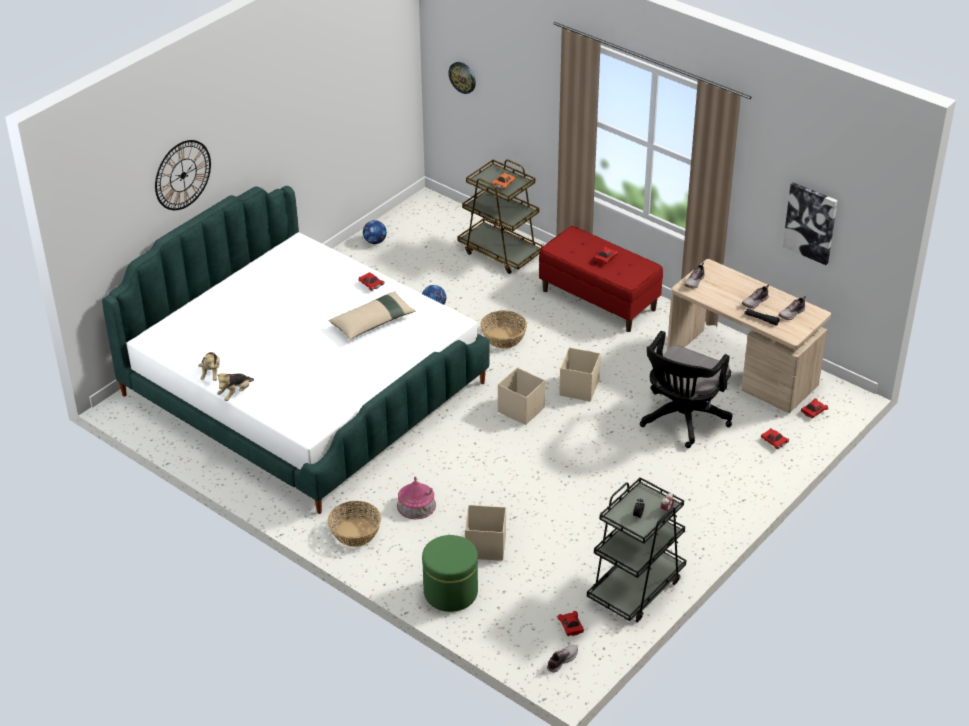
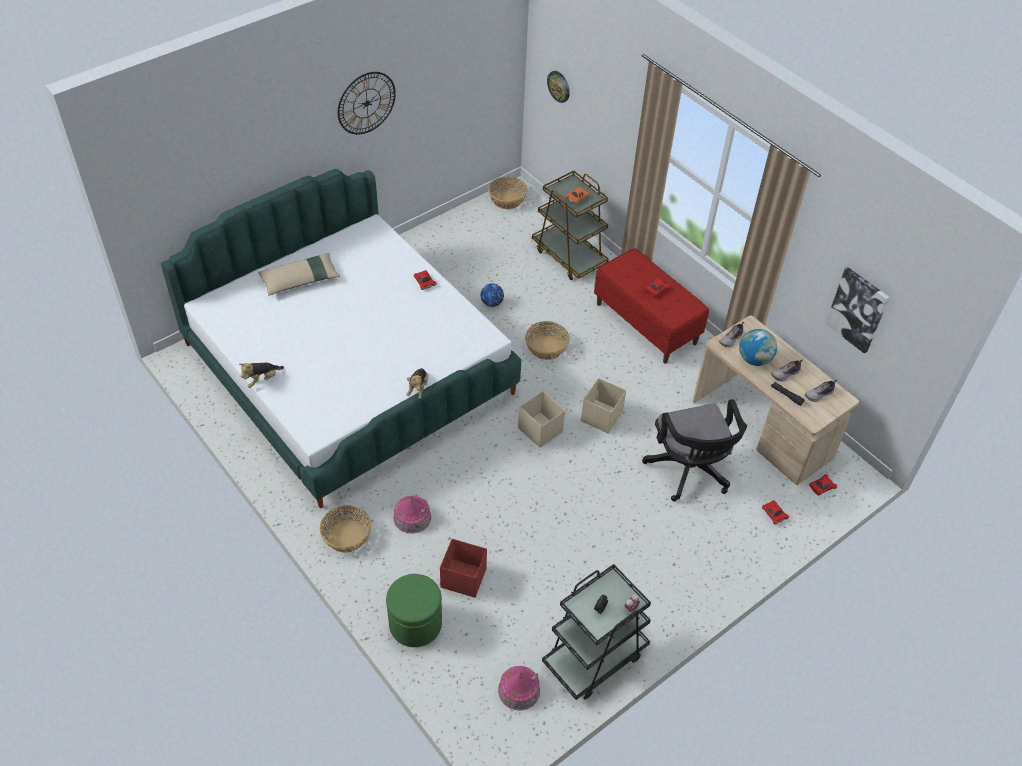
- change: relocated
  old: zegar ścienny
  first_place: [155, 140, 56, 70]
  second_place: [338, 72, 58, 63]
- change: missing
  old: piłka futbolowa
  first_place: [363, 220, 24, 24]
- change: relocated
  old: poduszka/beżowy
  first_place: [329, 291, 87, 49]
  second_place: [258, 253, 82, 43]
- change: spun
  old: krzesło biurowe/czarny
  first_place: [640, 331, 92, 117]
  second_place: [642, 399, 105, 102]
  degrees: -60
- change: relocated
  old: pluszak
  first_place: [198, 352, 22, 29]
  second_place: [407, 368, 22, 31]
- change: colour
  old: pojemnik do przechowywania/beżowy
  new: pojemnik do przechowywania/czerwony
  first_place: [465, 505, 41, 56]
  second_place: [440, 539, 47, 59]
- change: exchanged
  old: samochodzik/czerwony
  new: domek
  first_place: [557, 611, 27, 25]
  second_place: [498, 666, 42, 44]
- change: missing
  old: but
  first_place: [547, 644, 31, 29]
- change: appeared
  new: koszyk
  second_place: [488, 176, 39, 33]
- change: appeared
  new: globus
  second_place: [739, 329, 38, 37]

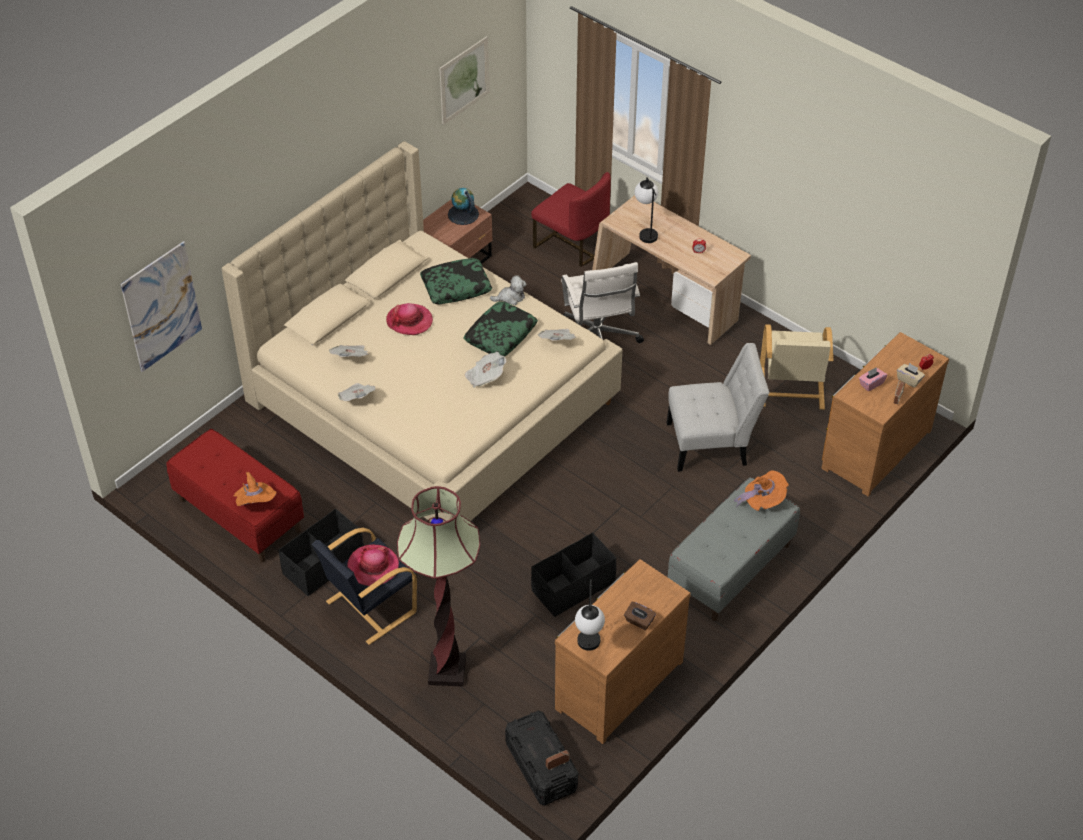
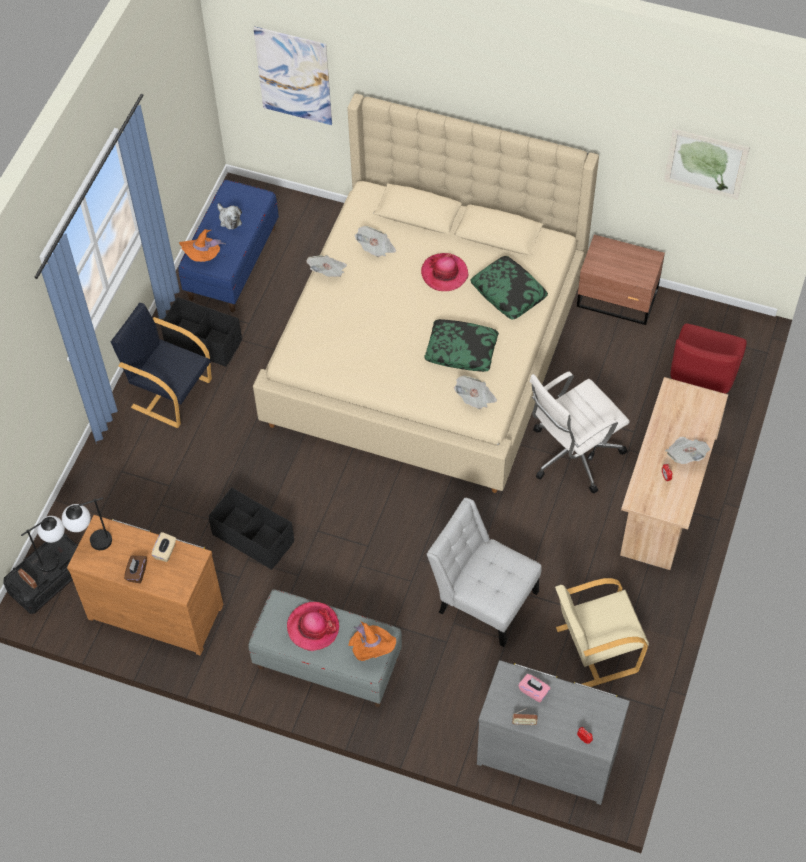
- change: relocated
  old: lampa stołowa
  first_place: [635, 177, 23, 66]
  second_place: [21, 516, 44, 56]
- change: missing
  old: globus
  first_place: [448, 188, 31, 37]
- change: relocated
  old: pluszak
  first_place: [490, 275, 37, 30]
  second_place: [217, 203, 25, 27]
- change: colour
  old: komoda/brązowy
  new: komoda/szary
  first_place: [822, 332, 127, 164]
  second_place: [477, 660, 153, 145]
- change: spun
  old: krzesło/biały
  first_place: [667, 343, 102, 129]
  second_place: [427, 498, 115, 149]
  degrees: 150
- change: relocated
  old: gazeta
  first_place: [465, 352, 41, 36]
  second_place: [665, 437, 45, 27]
- change: relocated
  old: pudełko chusteczek/beżowy
  first_place: [897, 363, 28, 25]
  second_place: [151, 532, 26, 30]
- change: colour
  old: ławka/czerwony
  new: ławka/niebieski
  first_place: [167, 429, 137, 133]
  second_place: [178, 180, 101, 132]
- change: missing
  old: lampa stojąca
  first_place: [397, 486, 83, 200]
- change: relocated
  old: kapelusz
  first_place: [347, 544, 52, 42]
  second_place: [287, 602, 52, 49]

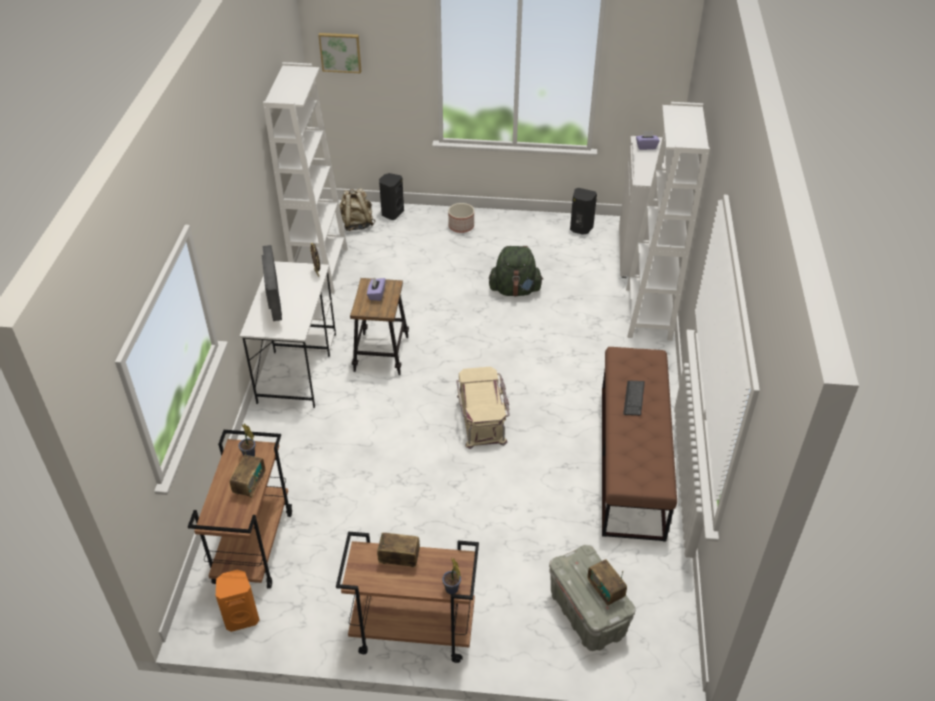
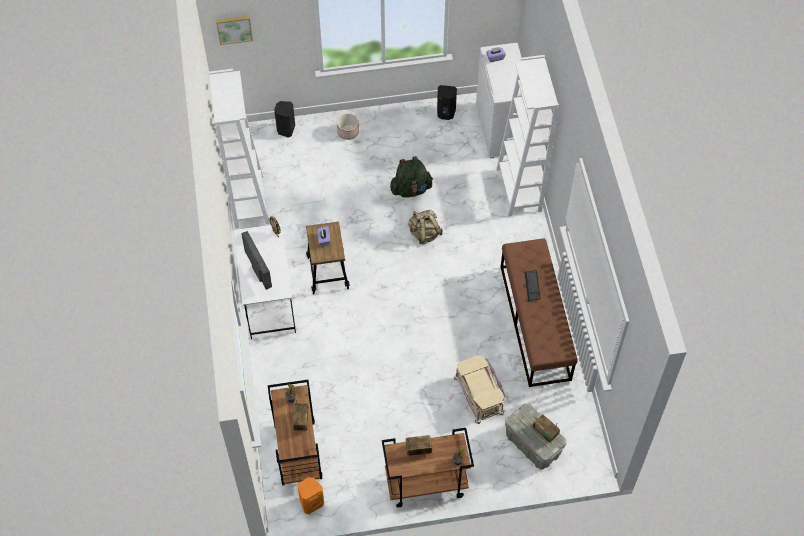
- change: relocated
  old: plecak/beżowy
  first_place: [339, 188, 36, 43]
  second_place: [408, 209, 35, 35]
- change: relocated
  old: pojemnik do przechowywania/beżowy
  first_place: [456, 367, 54, 82]
  second_place: [454, 355, 52, 69]

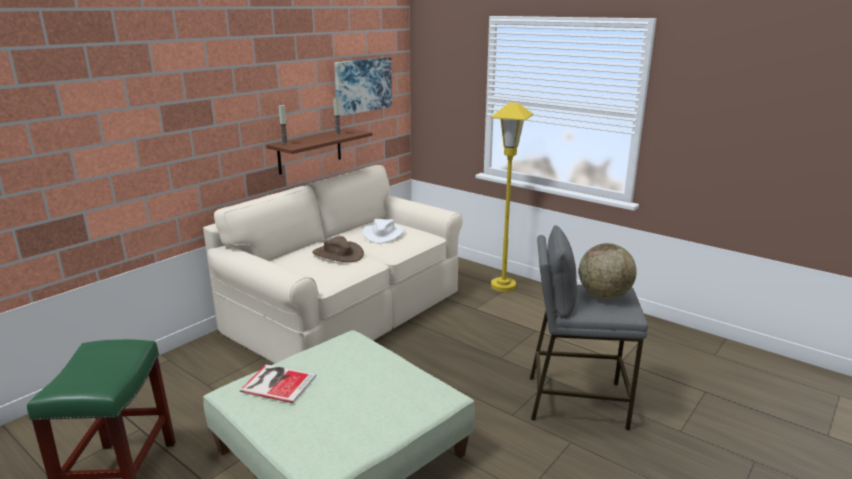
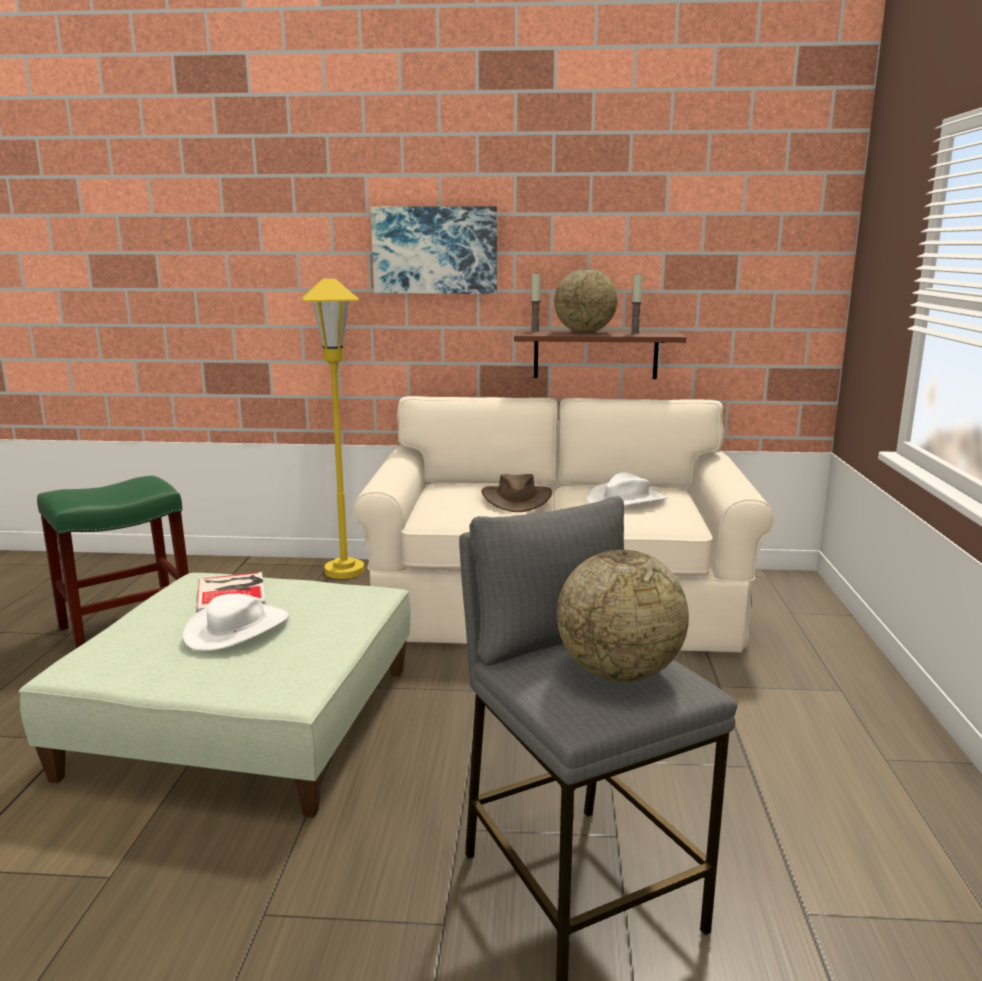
- change: relocated
  old: obraz
  first_place: [334, 57, 58, 59]
  second_place: [371, 206, 126, 88]
- change: relocated
  old: lampa stojąca/żółty
  first_place: [490, 102, 43, 190]
  second_place: [302, 279, 62, 300]
- change: appeared
  new: globus
  second_place: [554, 268, 64, 65]
- change: appeared
  new: kapelusz/biały
  second_place: [183, 594, 106, 57]

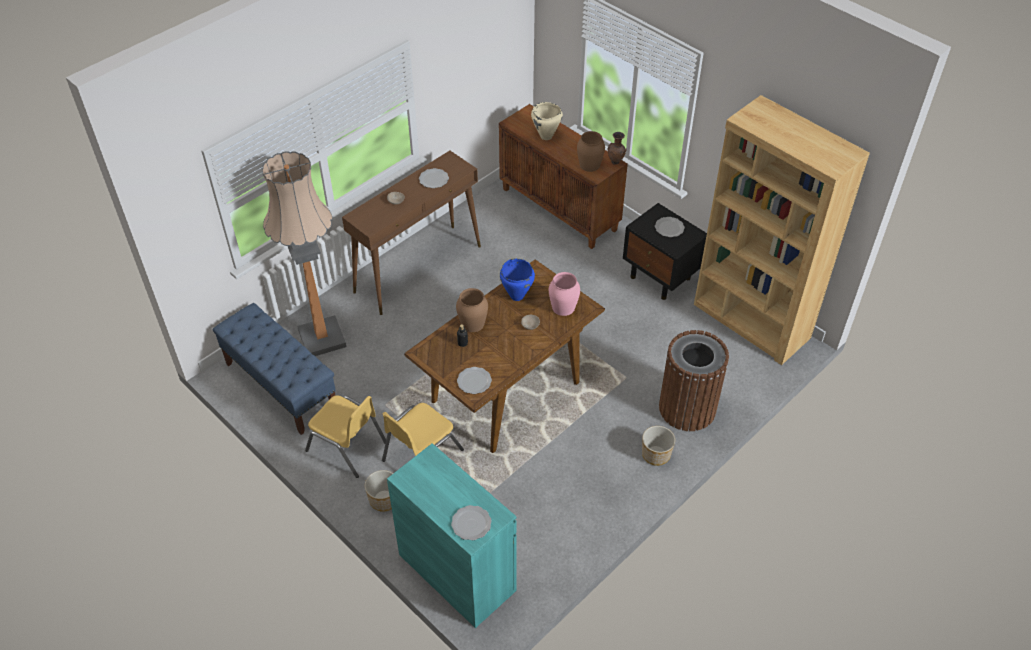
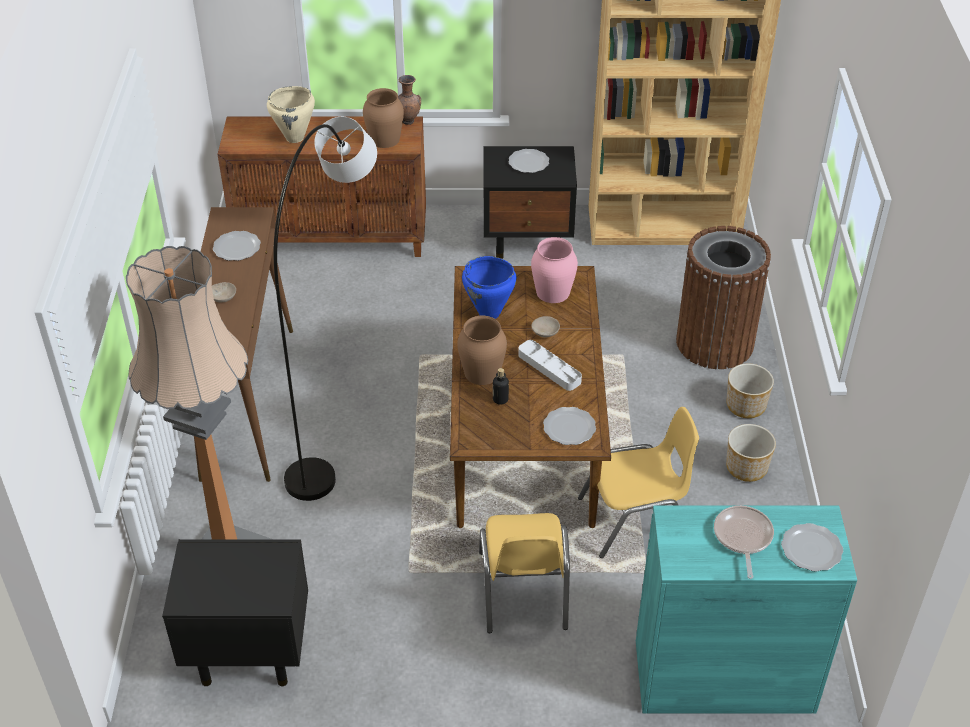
- change: exchanged
  old: ławka/niebieski
  new: szafka nocna/czarny
  first_place: [213, 303, 123, 132]
  second_place: [162, 539, 146, 147]
- change: relocated
  old: krzesło/żółty
  first_place: [305, 395, 81, 83]
  second_place: [578, 407, 121, 151]
- change: relocated
  old: donica
  first_place: [365, 470, 28, 42]
  second_place: [726, 424, 50, 58]
- change: appeared
  new: lampa stojąca/szary
  second_place: [274, 117, 103, 384]
- change: appeared
  new: taca/szary
  second_place: [518, 340, 64, 51]
- change: appeared
  new: patelnia
  second_place: [714, 506, 60, 73]

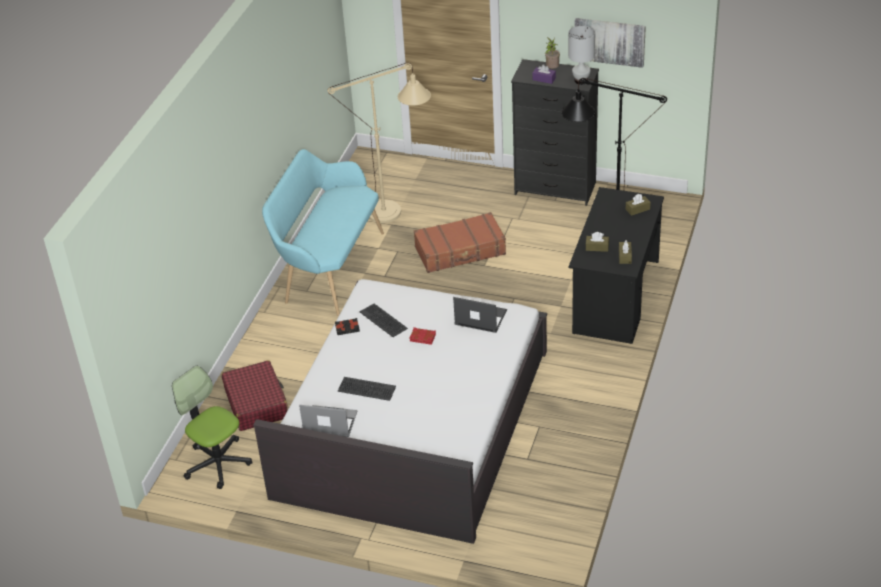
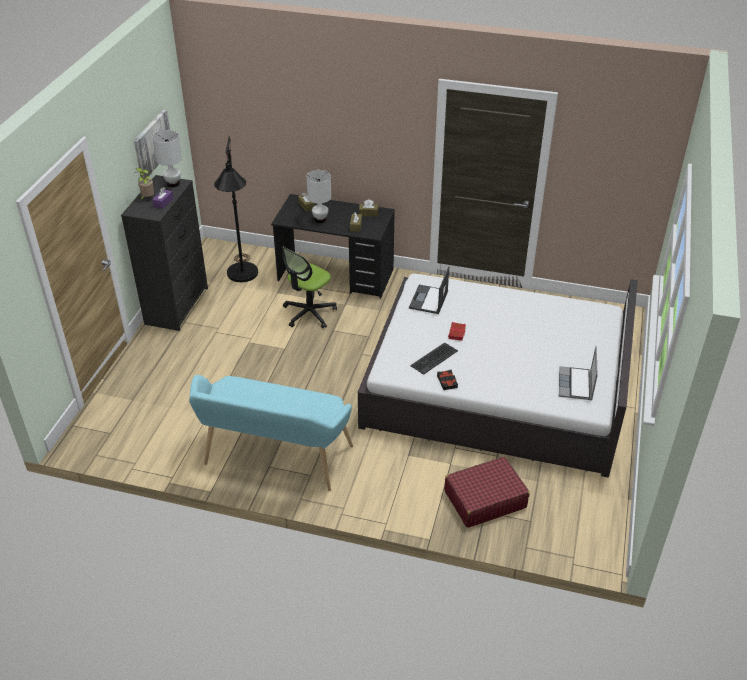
- change: missing
  old: lampa stojąca/beżowy
  first_place: [327, 63, 104, 160]
- change: missing
  old: walizka/brązowy
  first_place: [414, 212, 92, 61]
- change: relocated
  old: krzesło biurowe
  first_place: [172, 366, 81, 123]
  second_place: [282, 246, 55, 82]
- change: missing
  old: klawiatura
  first_place: [338, 377, 58, 24]
- change: appeared
  new: lampa stołowa/biały
  second_place: [306, 170, 25, 53]

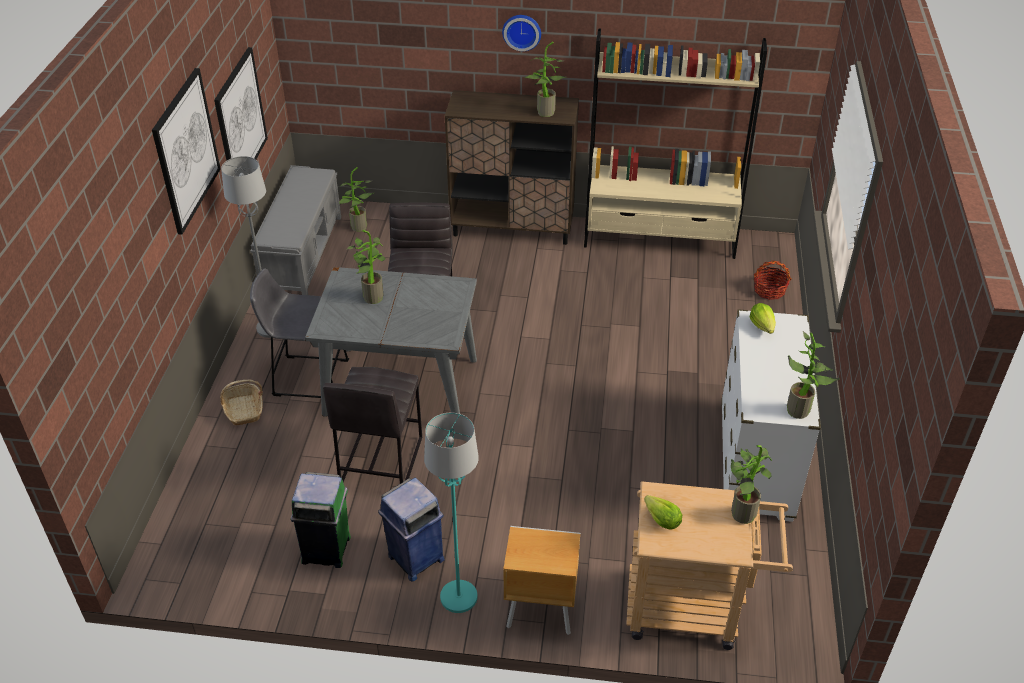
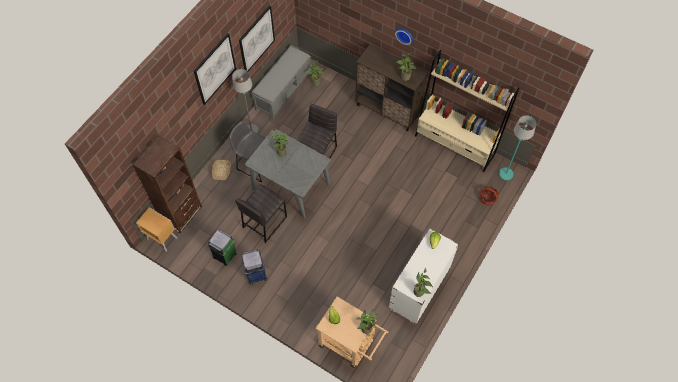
- change: relocated
  old: lampa stojąca/turkusowy
  first_place: [424, 413, 55, 200]
  second_place: [499, 115, 37, 65]
- change: relocated
  old: szafka nocna/brązowy
  first_place: [504, 526, 76, 109]
  second_place: [136, 207, 41, 45]
- change: appeared
  new: regał/brązowy
  second_place: [132, 135, 70, 98]

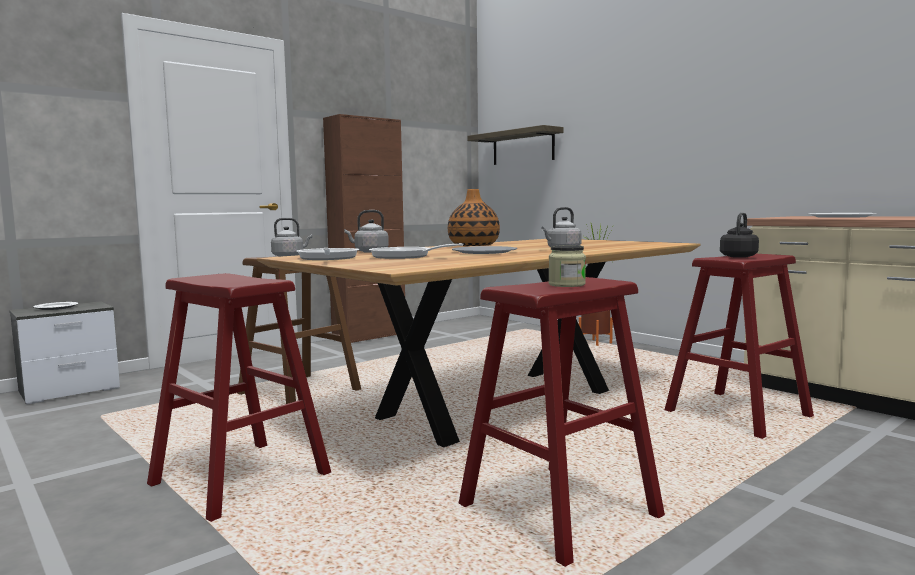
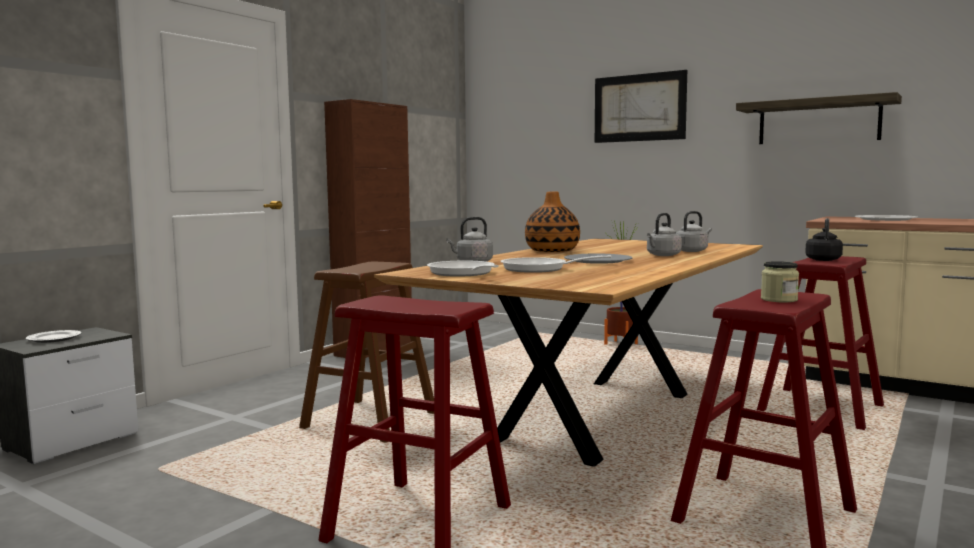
- change: relocated
  old: półka
  first_place: [467, 125, 97, 40]
  second_place: [736, 92, 166, 52]
- change: relocated
  old: czajnik/szary
  first_place: [271, 218, 41, 39]
  second_place: [675, 211, 37, 41]
- change: appeared
  new: obraz
  second_place: [595, 70, 92, 73]

